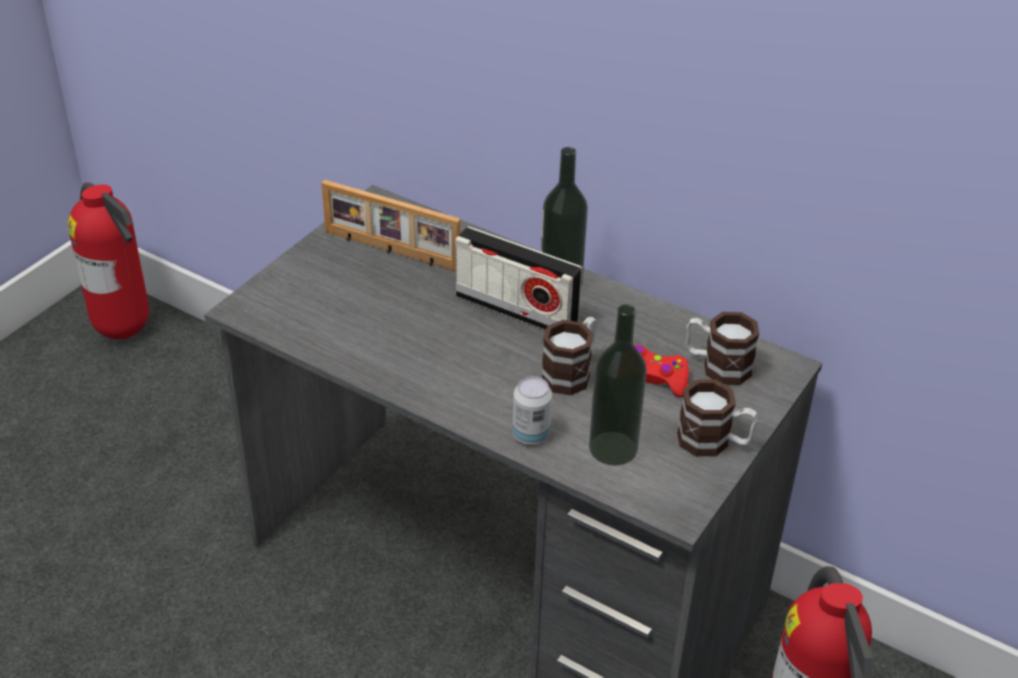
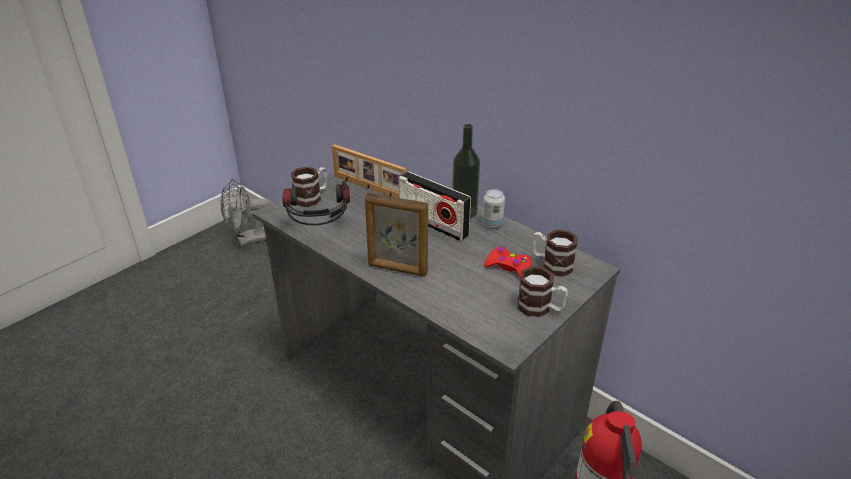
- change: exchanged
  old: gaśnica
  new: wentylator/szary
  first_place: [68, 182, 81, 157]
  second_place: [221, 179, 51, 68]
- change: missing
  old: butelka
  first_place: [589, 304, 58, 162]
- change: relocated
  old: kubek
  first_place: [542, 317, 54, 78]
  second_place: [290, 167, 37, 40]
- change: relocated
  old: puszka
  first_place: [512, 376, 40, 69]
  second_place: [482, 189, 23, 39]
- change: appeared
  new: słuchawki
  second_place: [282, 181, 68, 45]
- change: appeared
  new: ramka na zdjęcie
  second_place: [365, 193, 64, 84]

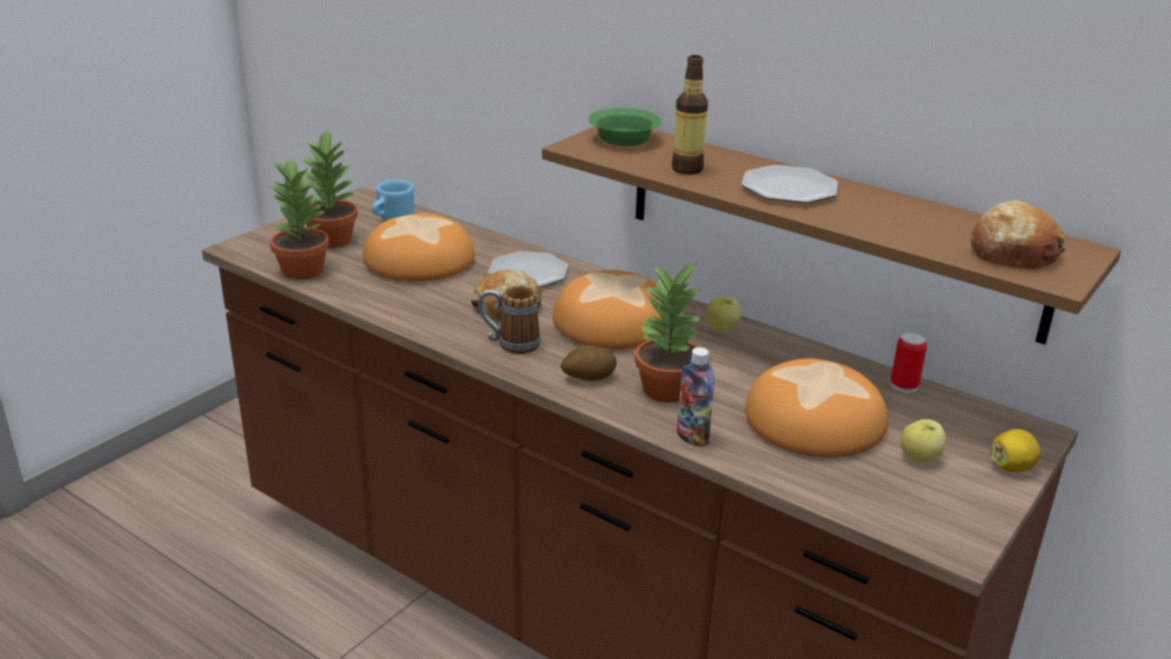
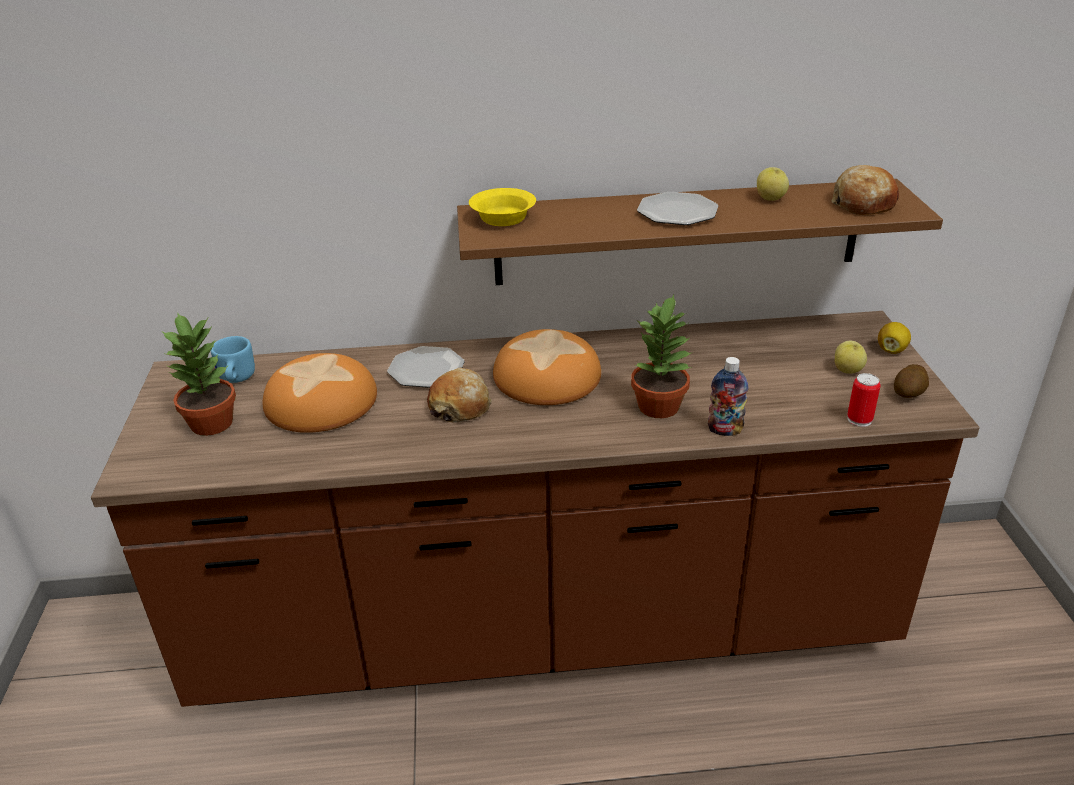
- change: missing
  old: butelka
  first_place: [672, 55, 36, 120]
- change: colour
  old: miska/zielony
  new: miska/żółty
  first_place: [588, 108, 74, 38]
  second_place: [469, 188, 67, 38]
- change: missing
  old: roślina doniczkowa
  first_place: [270, 157, 59, 122]
- change: missing
  old: kubek
  first_place: [478, 285, 63, 69]
- change: relocated
  old: jabłko
  first_place: [705, 296, 36, 36]
  second_place: [757, 167, 32, 34]
- change: relocated
  old: puszka
  first_place: [891, 332, 36, 61]
  second_place: [847, 373, 34, 54]
- change: relocated
  old: ziemniak
  first_place: [561, 345, 56, 36]
  second_place: [894, 364, 35, 34]
- change: missing
  old: chleb
  first_place: [745, 359, 143, 99]

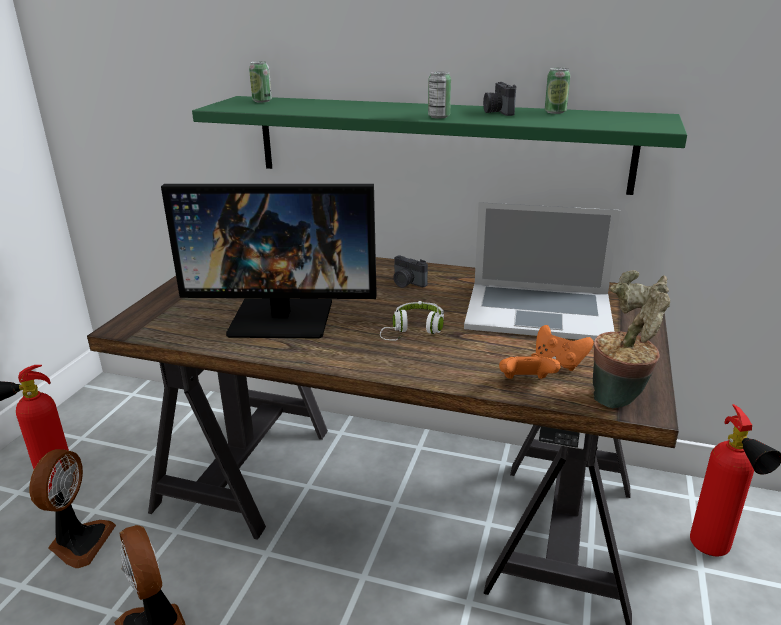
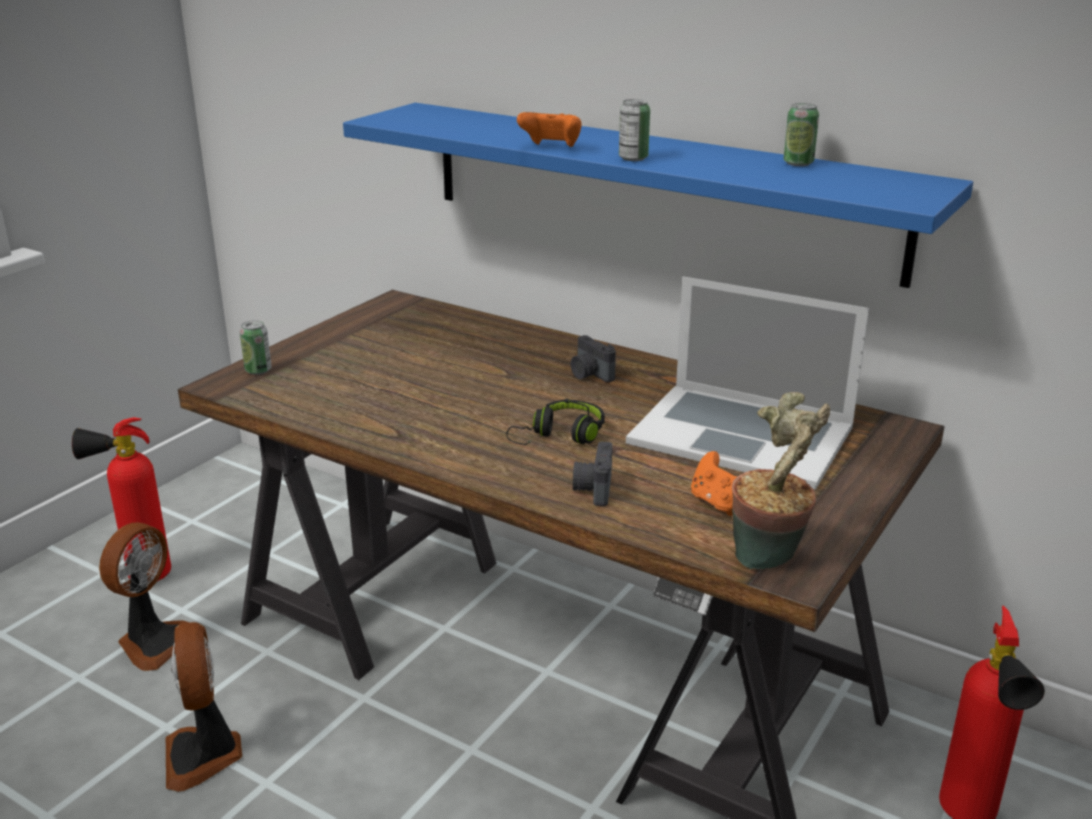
- change: relocated
  old: puszka
  first_place: [249, 61, 23, 41]
  second_place: [240, 320, 32, 55]
- change: relocated
  old: aparat fotograficzny
  first_place: [483, 82, 33, 34]
  second_place: [573, 442, 39, 64]
- change: colour
  old: półka/zielony
  new: półka/niebieski
  first_place: [192, 96, 495, 99]
  second_place: [343, 103, 630, 185]
- change: missing
  old: monitor
  first_place: [161, 184, 216, 154]
- change: colour
  old: słuchawki/biały
  new: słuchawki/czarny
  first_place: [380, 301, 64, 40]
  second_place: [506, 398, 99, 47]
- change: relocated
  old: pad do gier/pomarańczowy
  first_place: [499, 353, 61, 26]
  second_place: [517, 112, 65, 35]

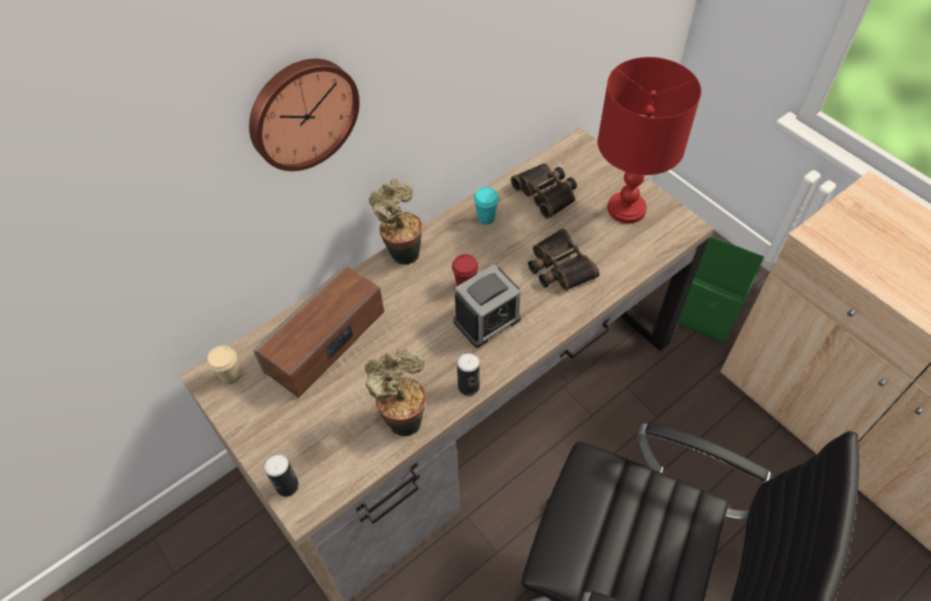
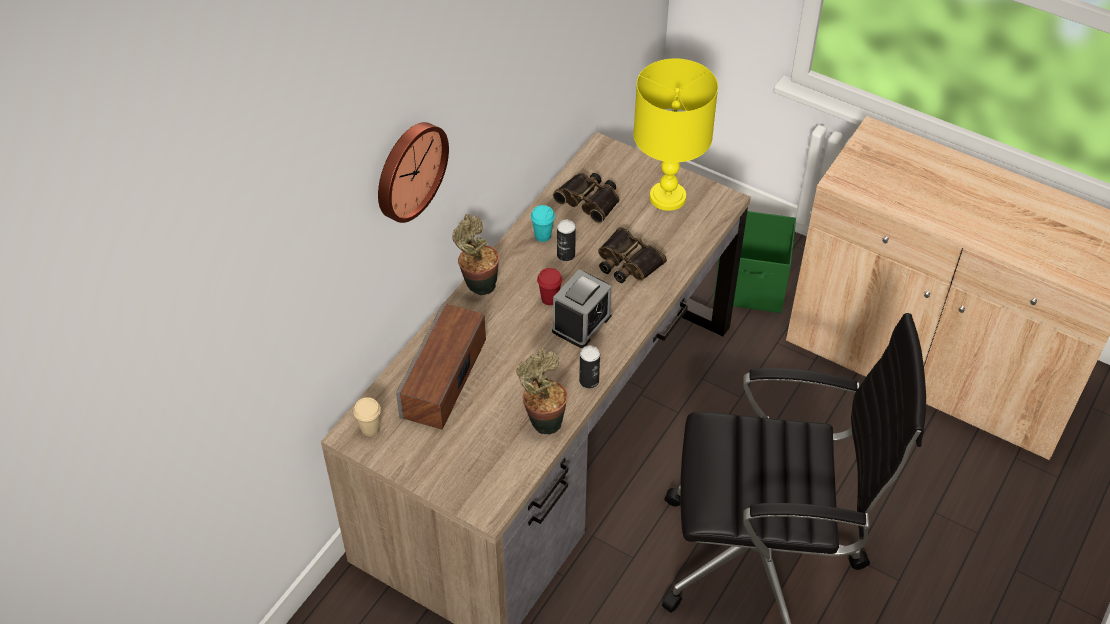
- change: colour
  old: lampa stołowa/czerwony
  new: lampa stołowa/żółty
  first_place: [598, 57, 103, 166]
  second_place: [633, 58, 85, 153]
- change: relocated
  old: puszka
  first_place: [264, 454, 35, 43]
  second_place: [557, 220, 19, 41]

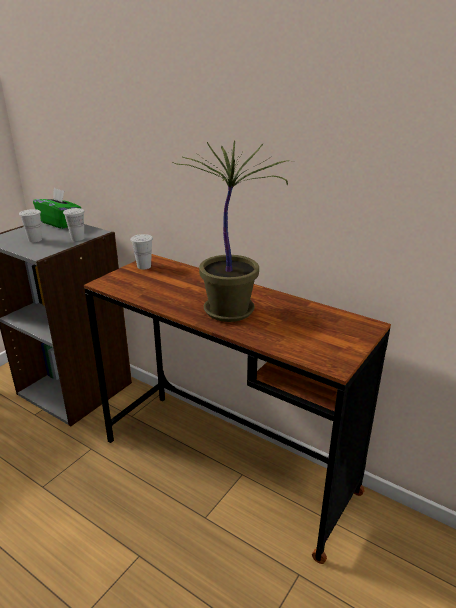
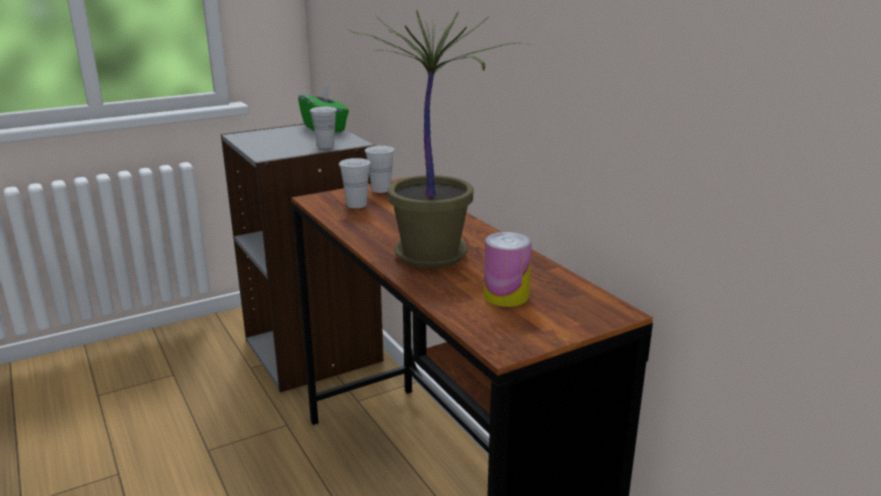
- change: relocated
  old: filiżanka/biały
  first_place: [19, 209, 23, 33]
  second_place: [339, 158, 32, 50]
- change: appeared
  new: puszka
  second_place: [484, 232, 48, 75]

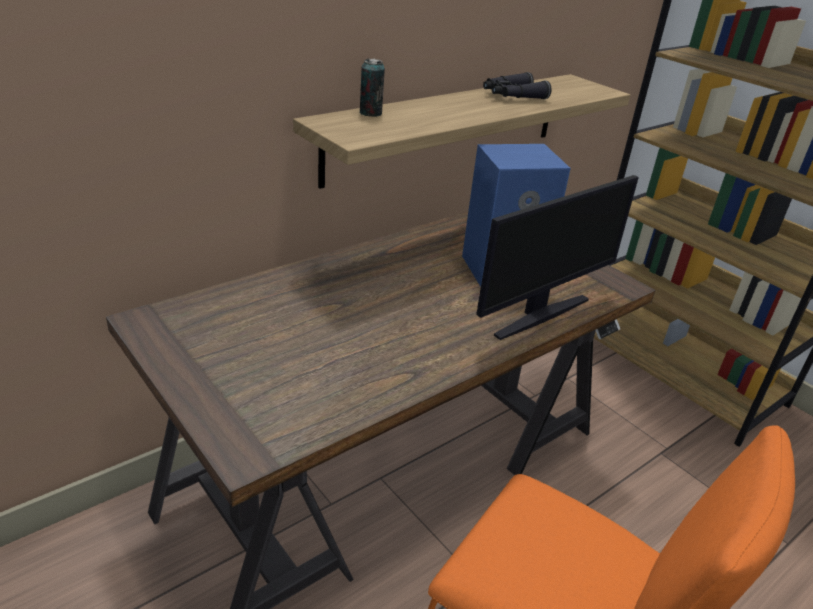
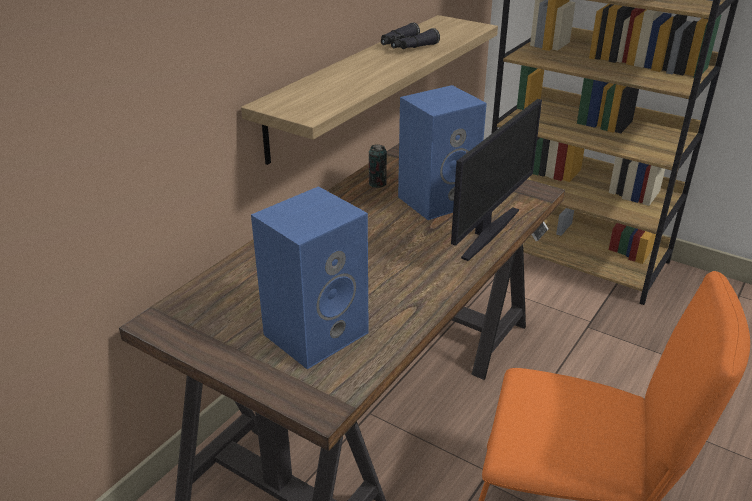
- change: relocated
  old: puszka
  first_place: [360, 58, 25, 59]
  second_place: [369, 144, 18, 44]
- change: appeared
  new: głośnik/niebieski
  second_place: [251, 186, 118, 183]

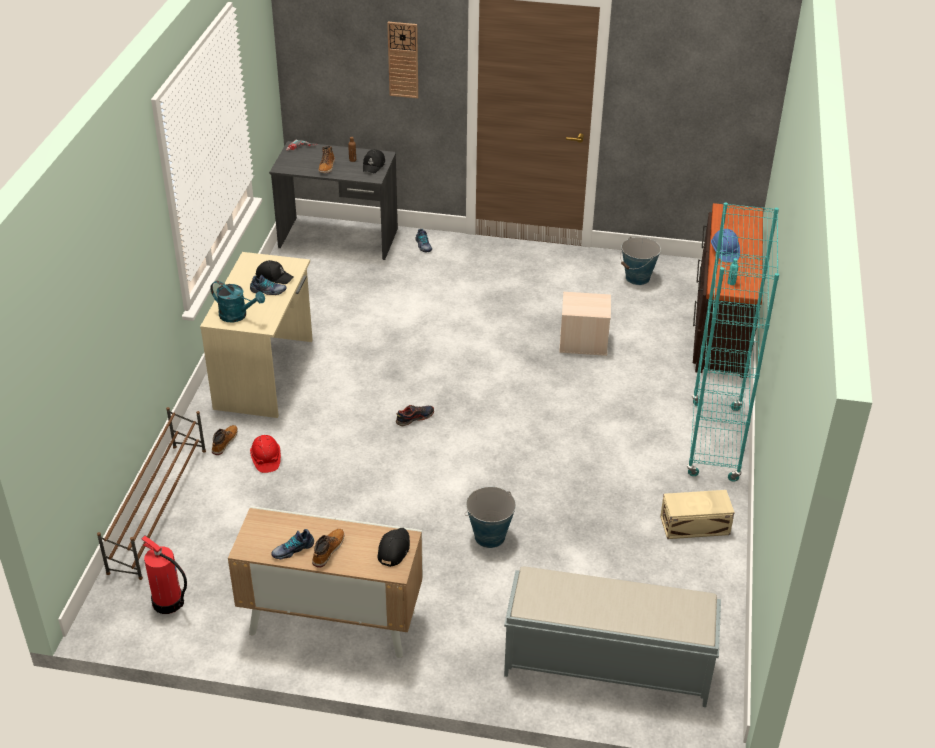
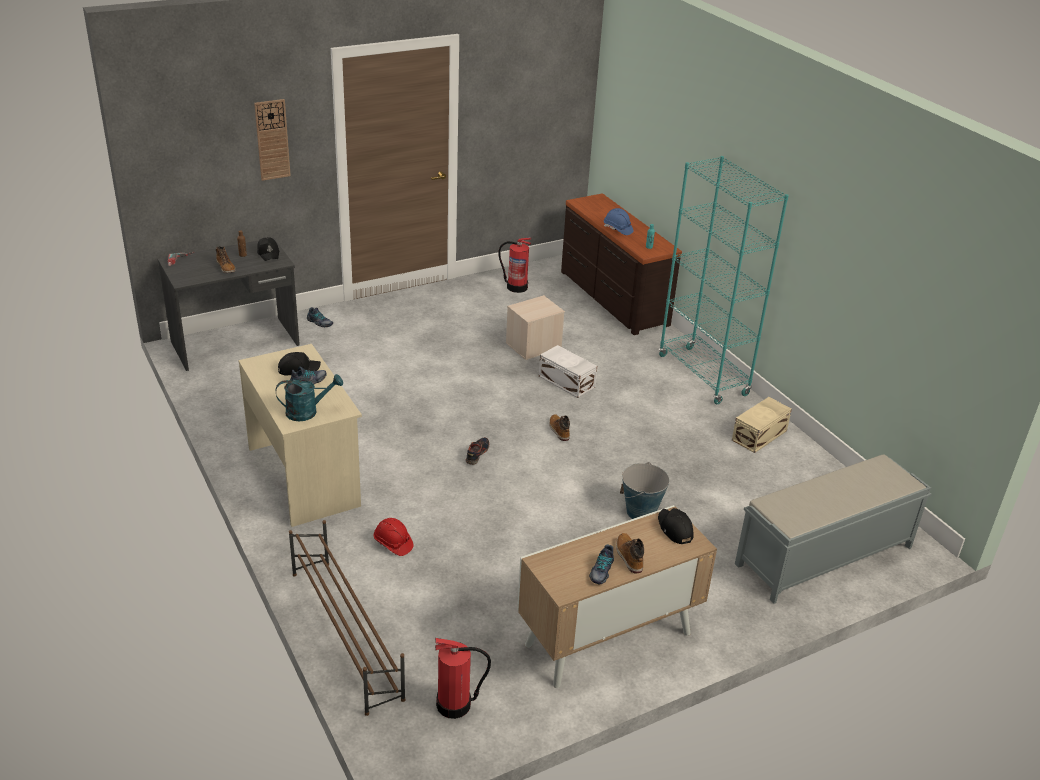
- change: exchanged
  old: wiadro
  new: gaśnica
  first_place: [620, 237, 41, 48]
  second_place: [499, 237, 32, 56]
- change: relocated
  old: but z cholewką
  first_place: [212, 425, 26, 30]
  second_place: [549, 414, 21, 27]
- change: appeared
  new: pojemnik do przechowywania/biały
  second_place: [539, 345, 58, 53]

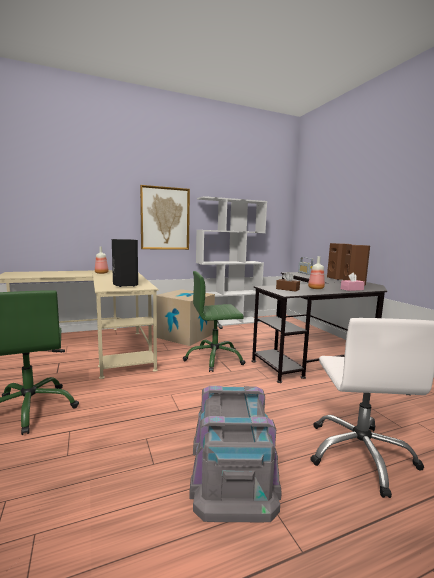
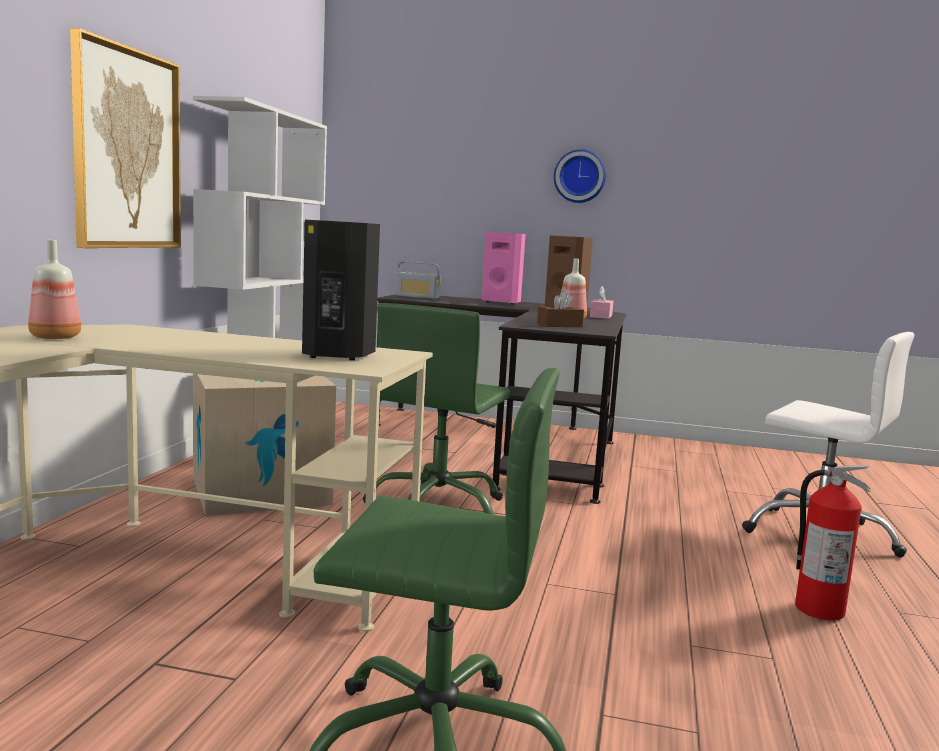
- change: colour
  old: głośnik/brązowy
  new: głośnik/różowy
  first_place: [327, 243, 25, 37]
  second_place: [482, 232, 44, 72]
- change: exchanged
  old: pojemnik do przechowywania/szary
  new: gaśnica
  first_place: [189, 386, 93, 136]
  second_place: [795, 465, 76, 155]
- change: appeared
  new: zegar ścienny
  second_place: [554, 149, 52, 54]

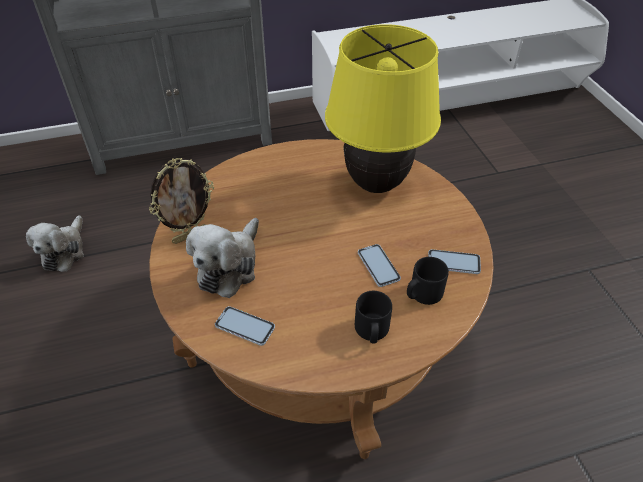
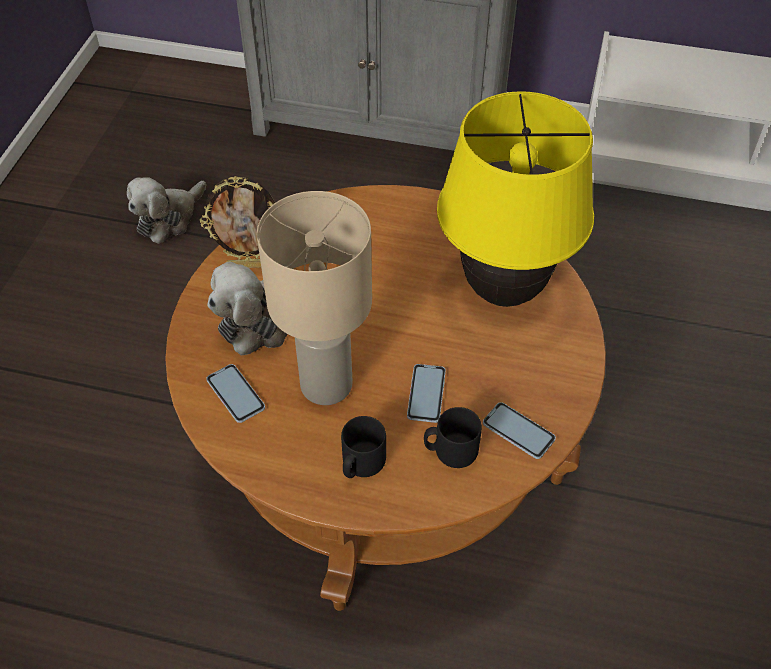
- change: appeared
  new: lampa stołowa/beżowy
  second_place: [257, 191, 115, 214]

